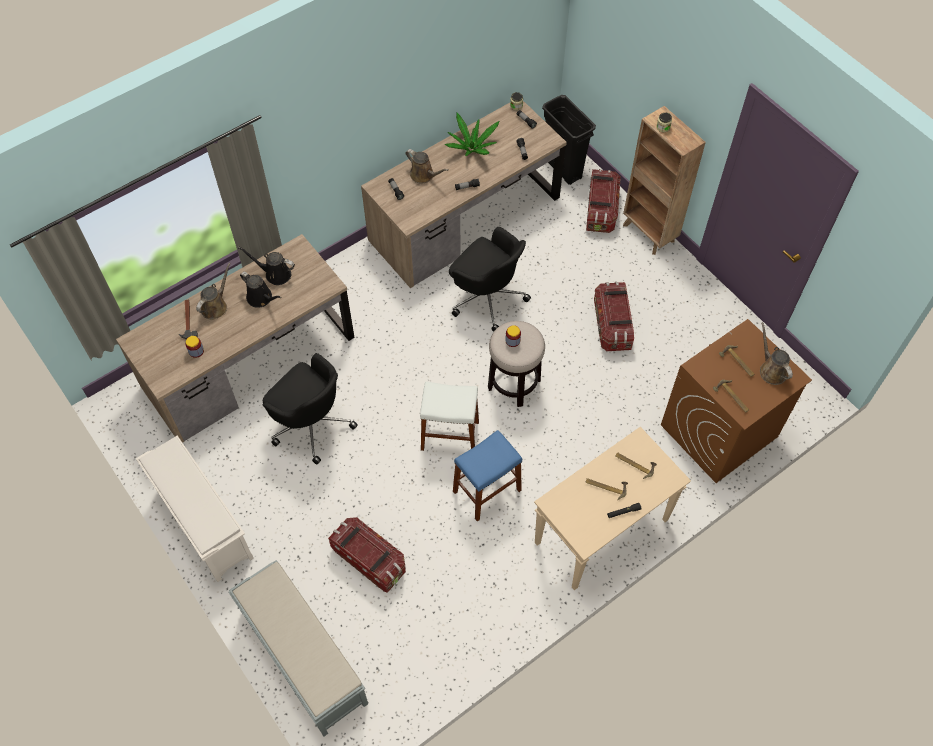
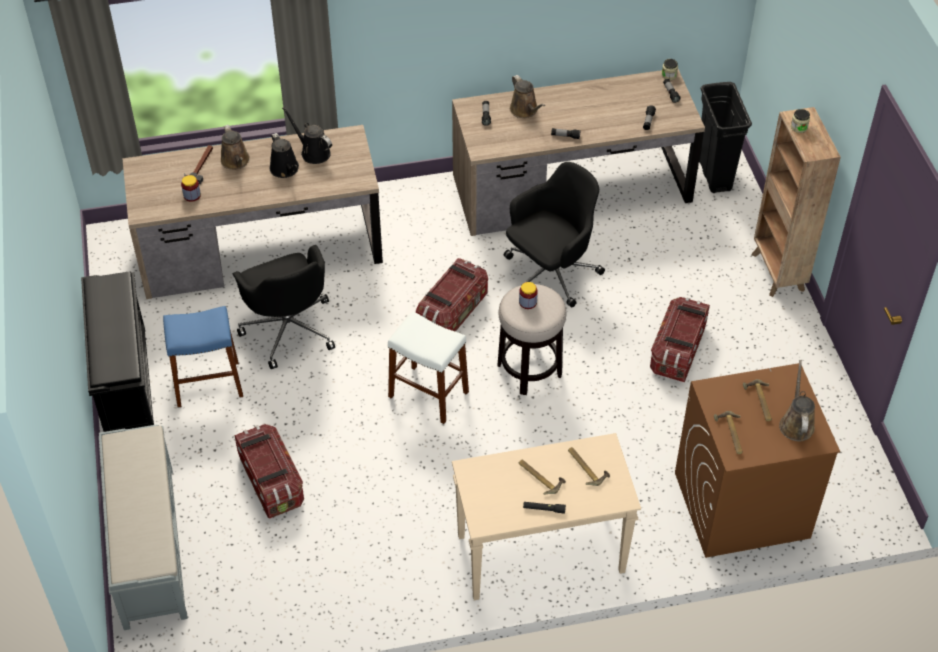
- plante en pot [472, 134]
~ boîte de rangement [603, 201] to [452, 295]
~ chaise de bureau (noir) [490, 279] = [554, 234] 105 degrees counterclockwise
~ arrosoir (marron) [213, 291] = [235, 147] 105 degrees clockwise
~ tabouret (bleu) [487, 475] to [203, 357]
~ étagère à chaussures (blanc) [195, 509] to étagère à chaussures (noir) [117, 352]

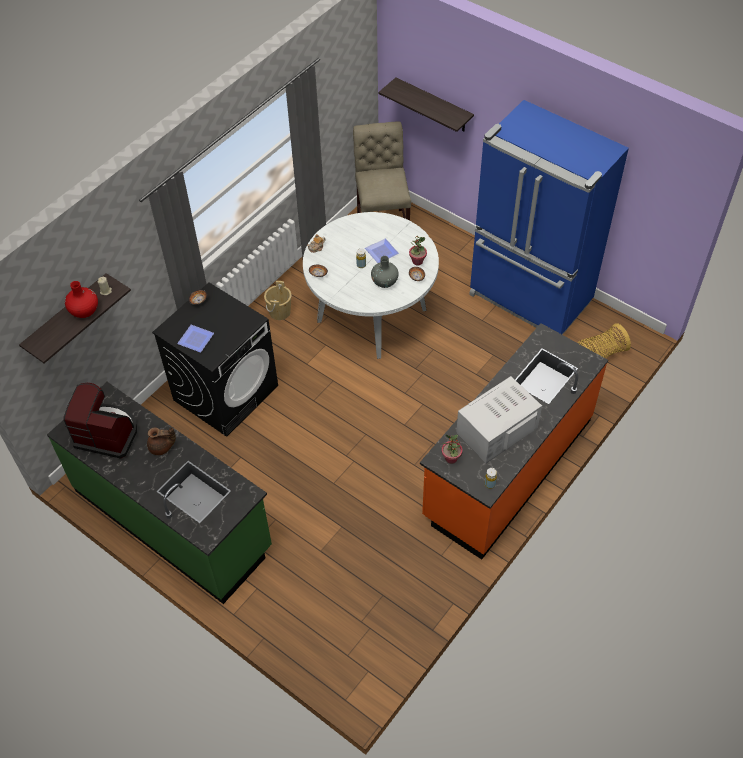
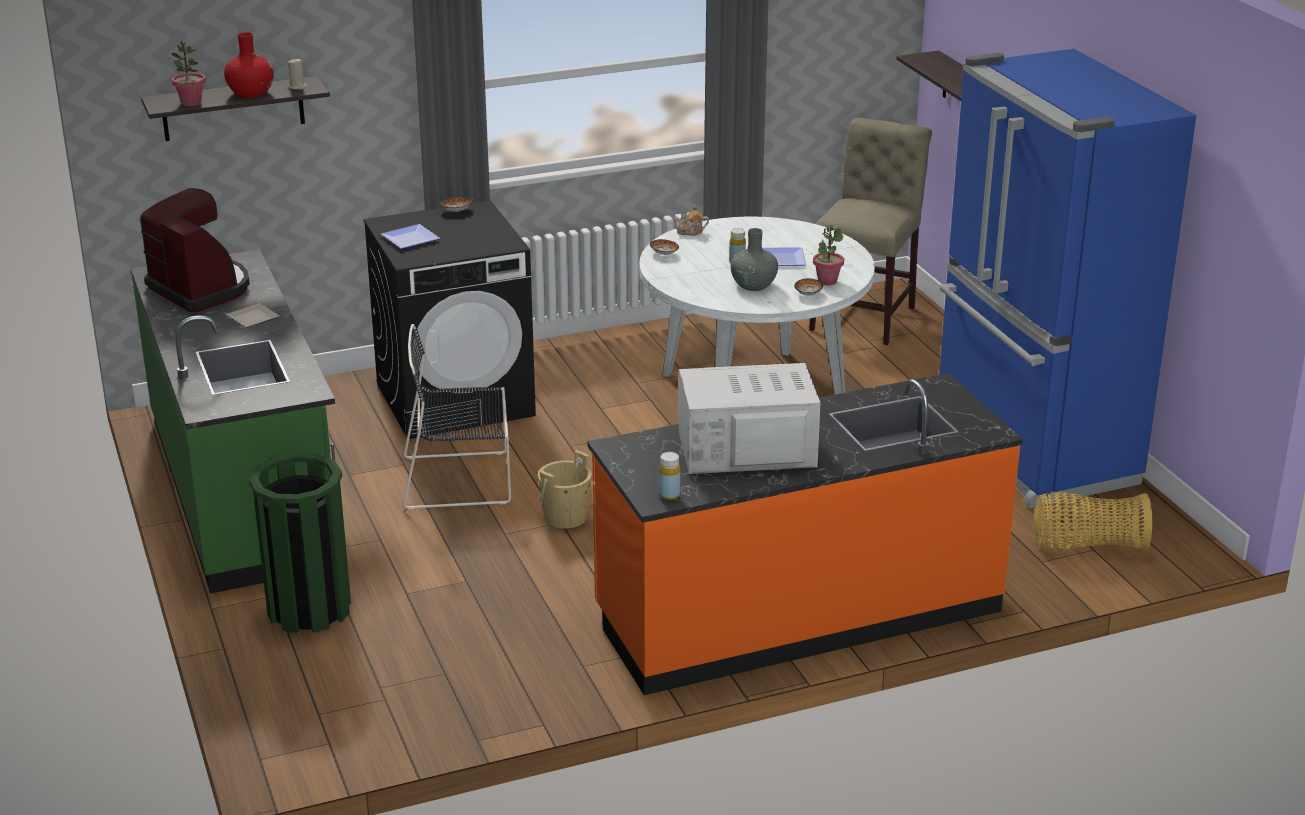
~ seau (beige) [277, 300] to [565, 489]
~ théière (marron) [161, 441] to assiette [253, 315]
~ plante en pot [452, 449] to [188, 73]
+ chaise (noir) [457, 417]
+ poubelle (vert) [300, 543]

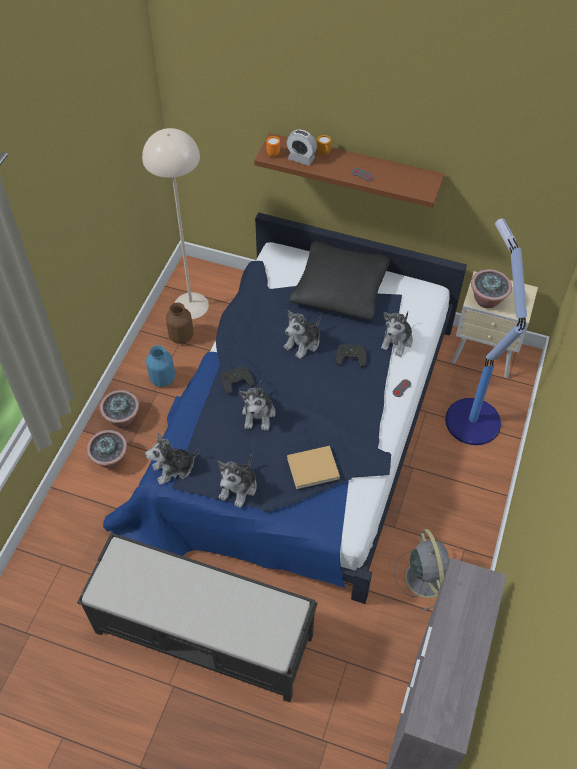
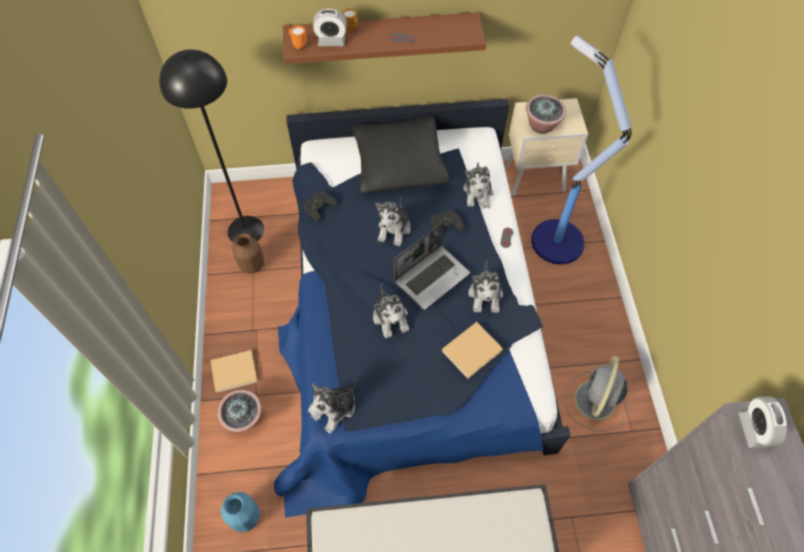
~ lampadaire (beige) [175, 223] to lampadaire (noir) [211, 146]
~ vase (bleu) [160, 366] to [240, 512]
~ manette (noir) [237, 380] to [320, 206]
~ plante en pot [119, 408] to livre (beige) [234, 371]
~ peluche [237, 481] to [485, 286]
~ ventilateur (gris) [422, 569] = [596, 394] 120 degrees counterclockwise
+ ordinateur portable [432, 266]
+ réveil [762, 422]

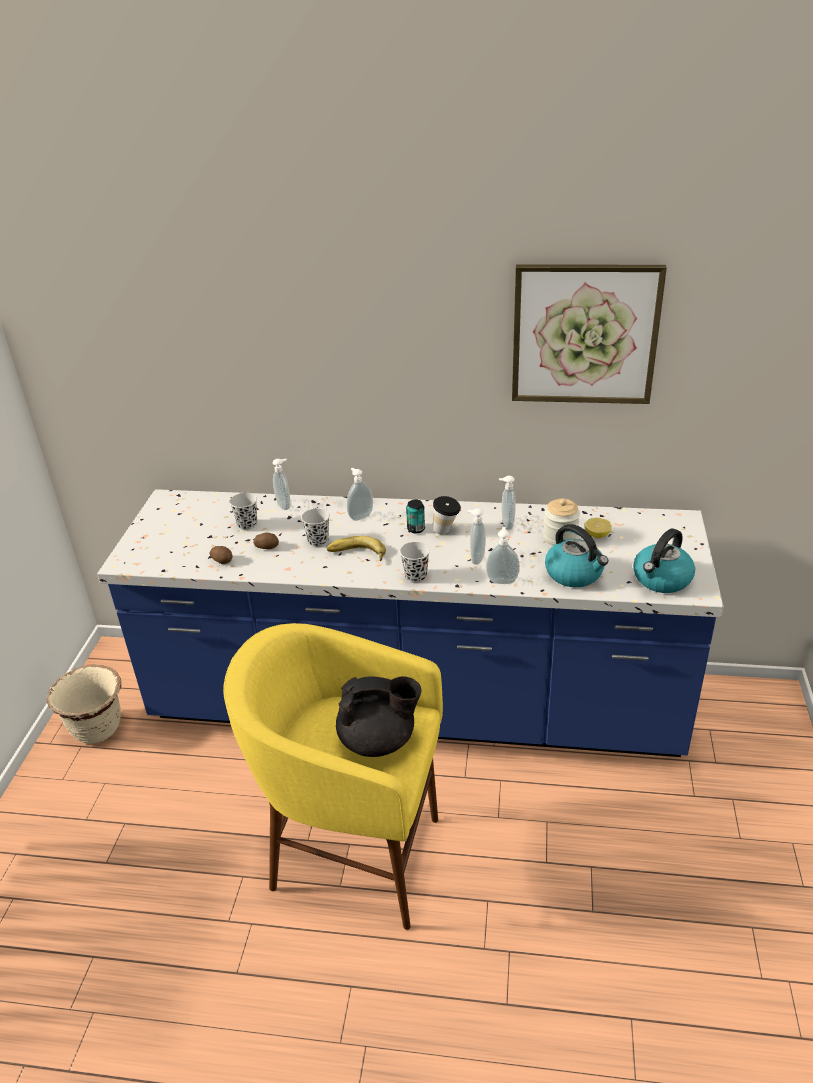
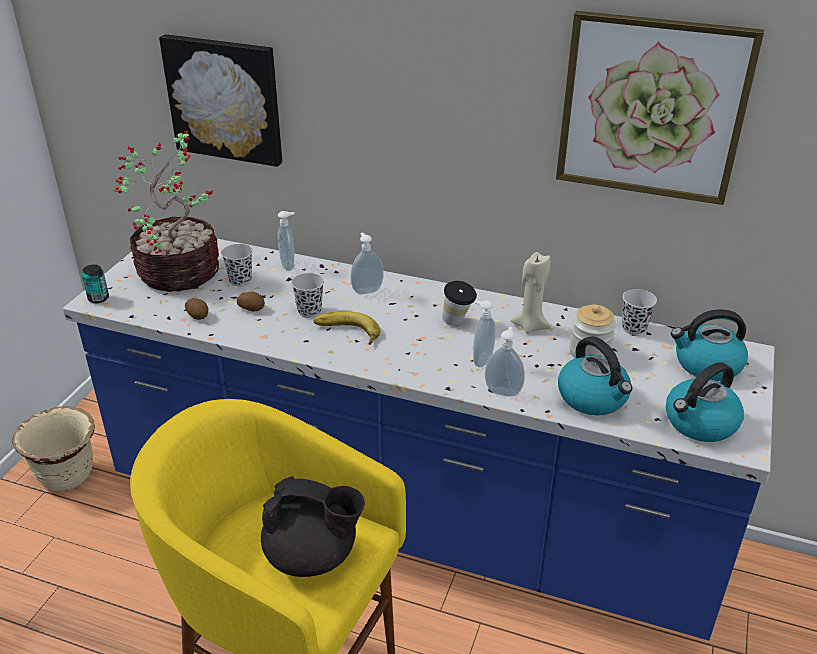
~ distributeur de savon [507, 503] to bougie (beige) [531, 293]
~ boîte métallique [415, 516] to [95, 284]
- citron [598, 528]
~ tasse (noir) [415, 562] to [639, 312]
+ tableau [220, 100]
+ plante en pot [166, 211]
+ bouilloire [709, 345]

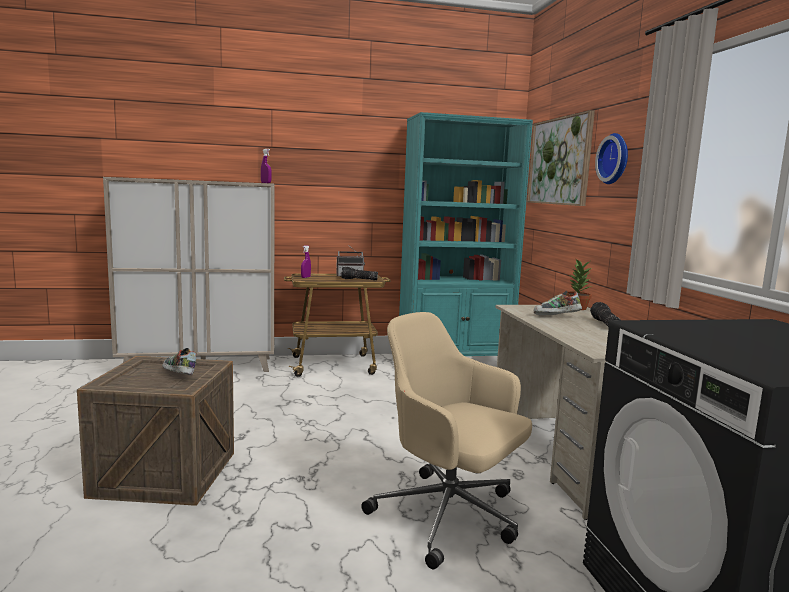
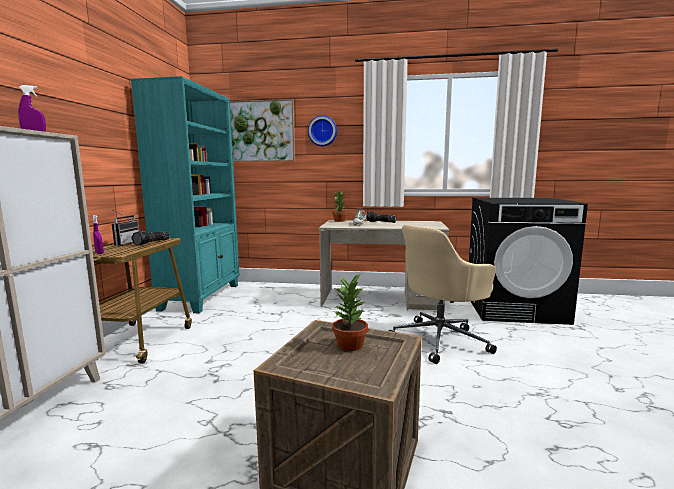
~ chaussure [179, 362] to plante en pot [350, 312]

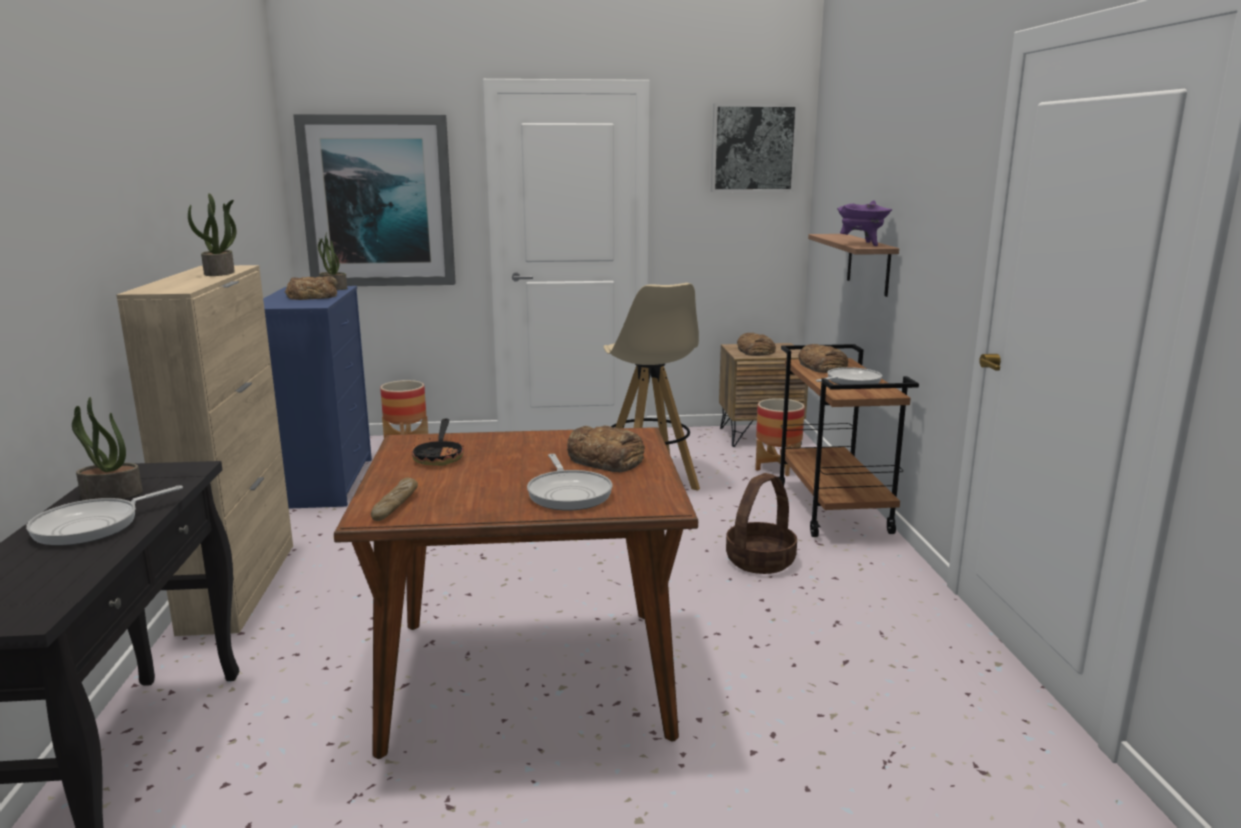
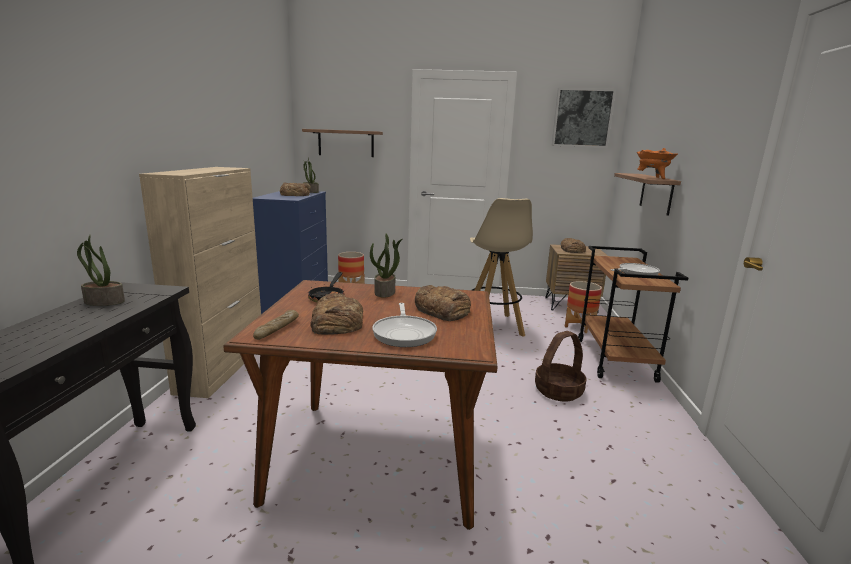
~ tableau [374, 200] to étagère [342, 143]
~ plante en pot [212, 234] to [386, 266]
~ marmite (violet) [864, 223] to marmite (orange) [657, 163]
~ pain [823, 358] to [337, 314]
- poêle [104, 515]

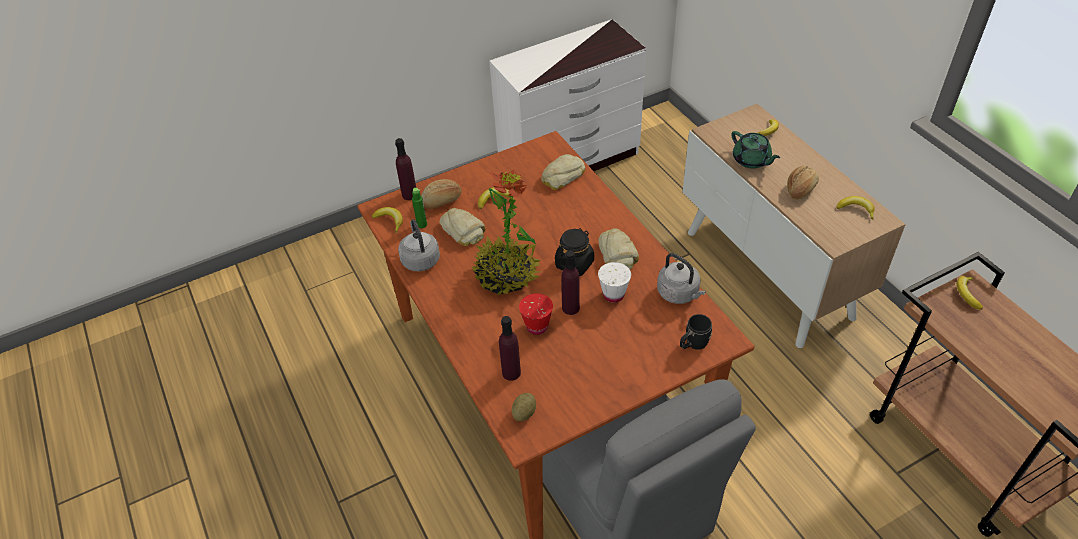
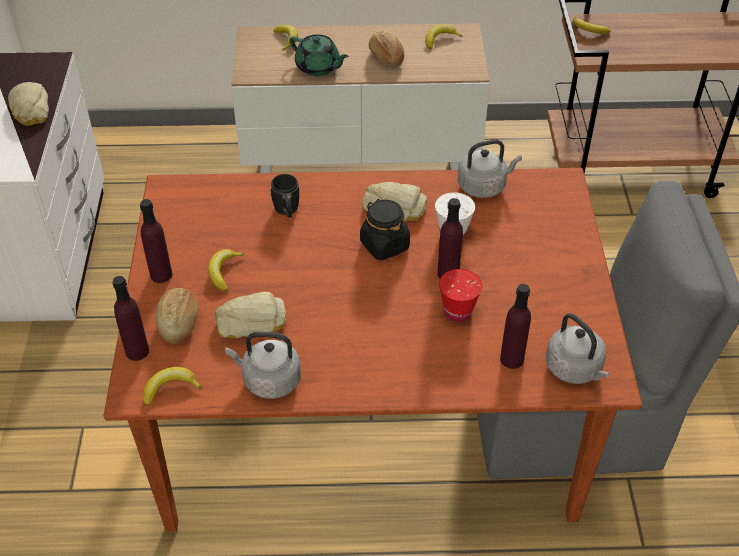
~ théière (vert) [755, 150] = [319, 55] 45 degrees clockwise
~ pain [563, 172] to [28, 104]
- plante en pot [506, 232]
- bouteille (vert) [419, 208]
~ mug (noir) [696, 332] to [284, 195]
~ pomme de terre [524, 407] to bouilloire (gris) [577, 348]
+ bouteille (violet) [156, 241]

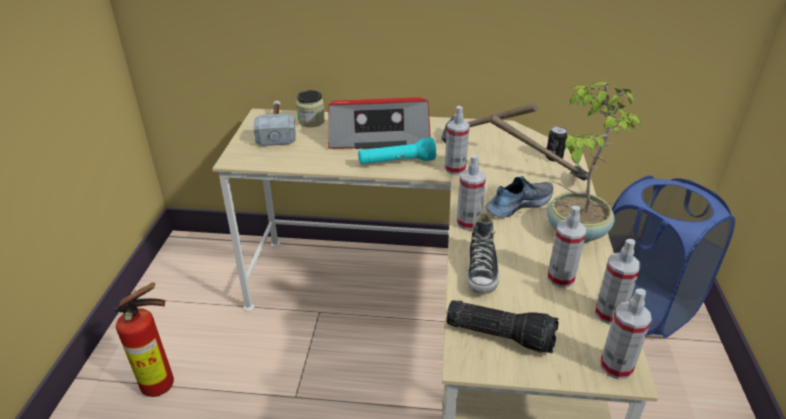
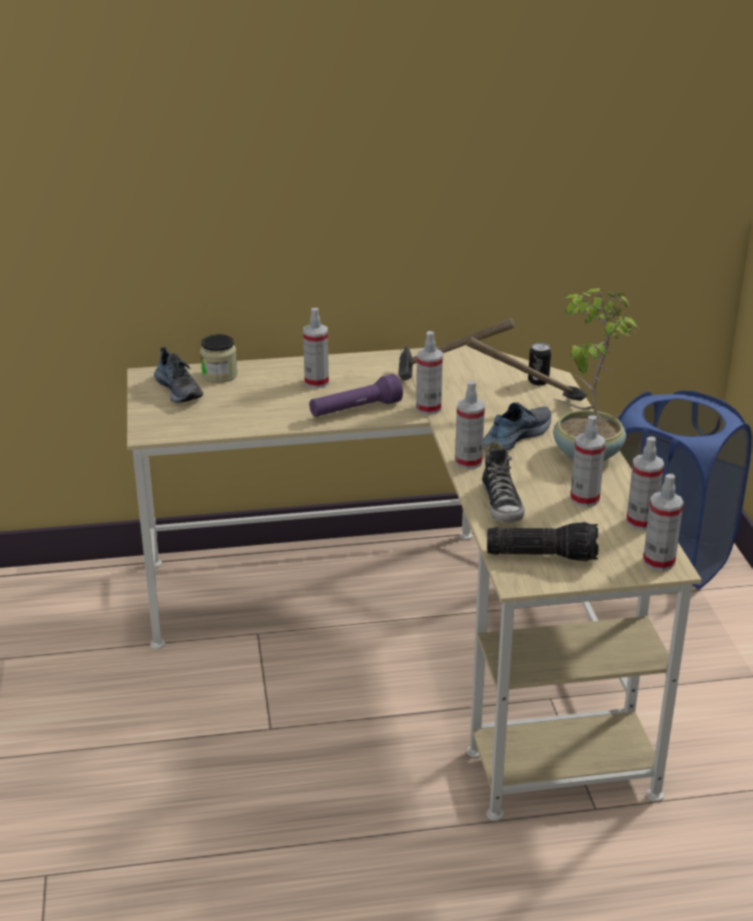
~ radio [379, 123] to vaporisateur [316, 348]
~ marteau [274, 123] to chaussure [178, 374]
~ lampe de poche (turquoise) [397, 150] to lampe de poche (violet) [356, 395]
- extincteur [144, 339]

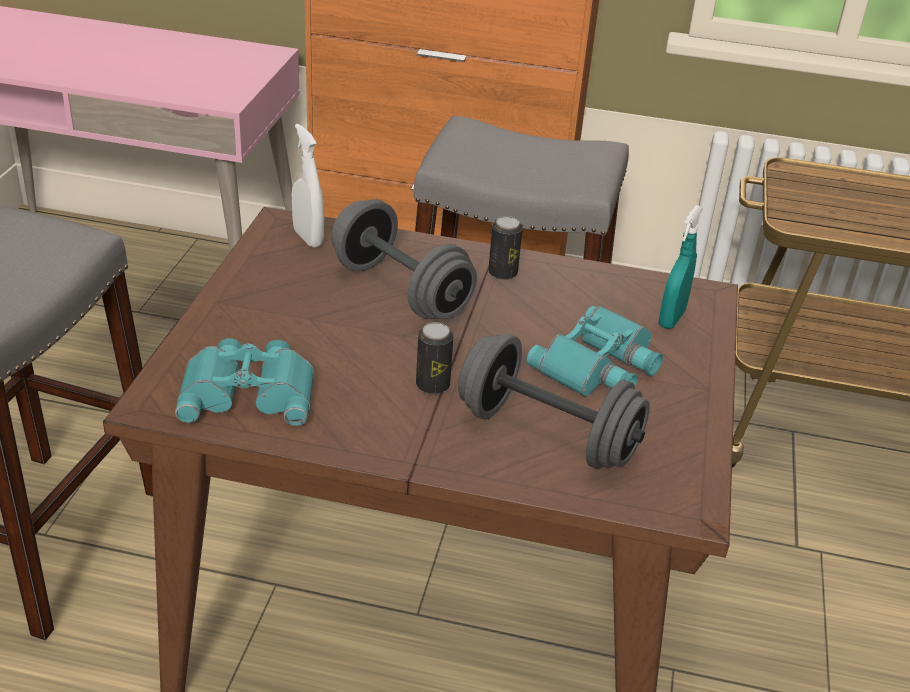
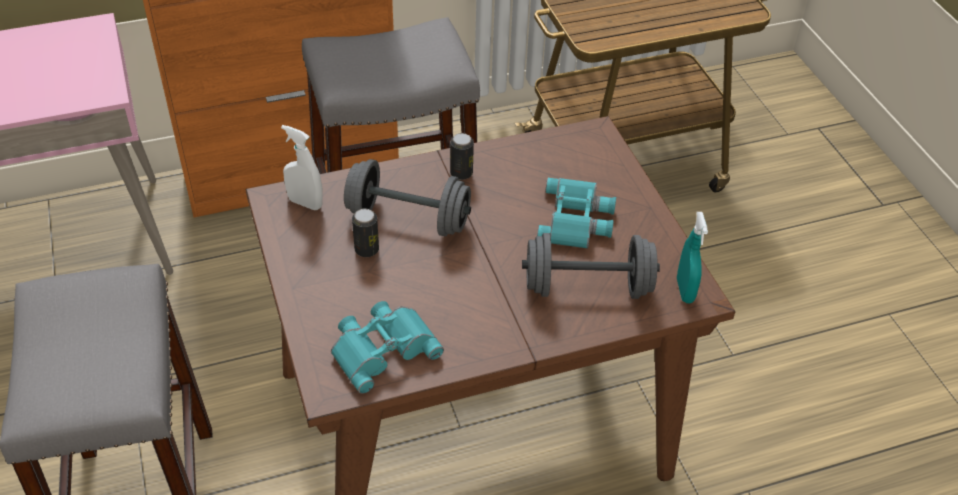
~ vaporisateur (turquoise) [681, 267] to [692, 258]
~ boîte métallique [434, 358] to [365, 233]

